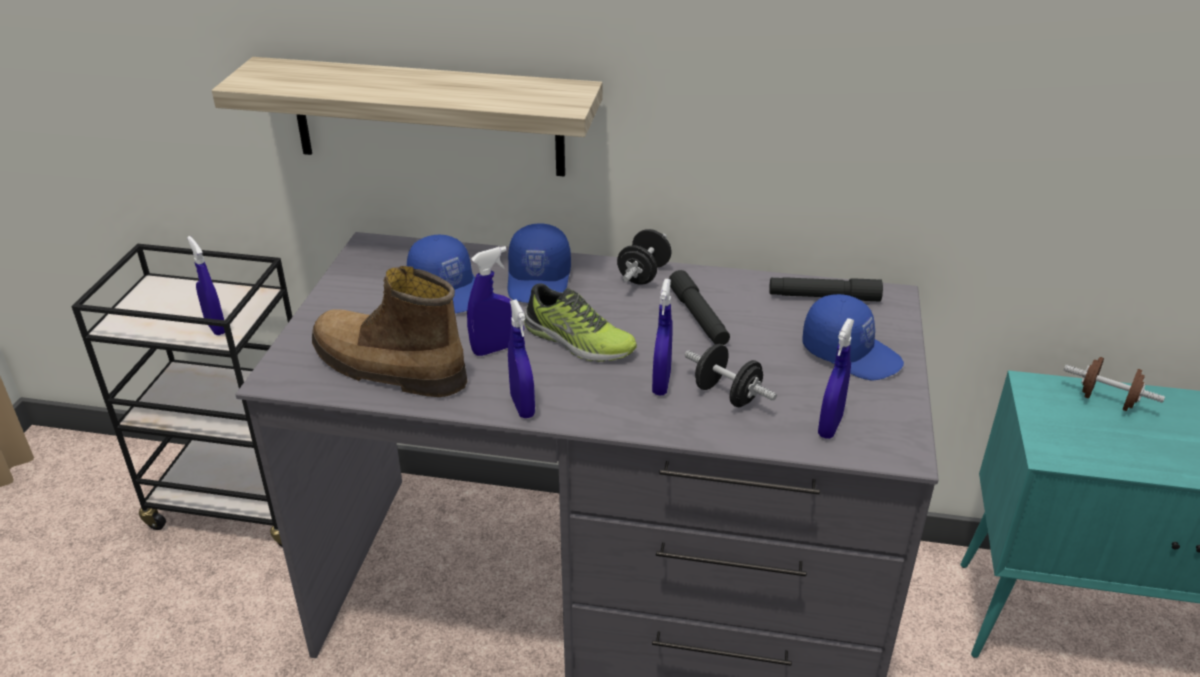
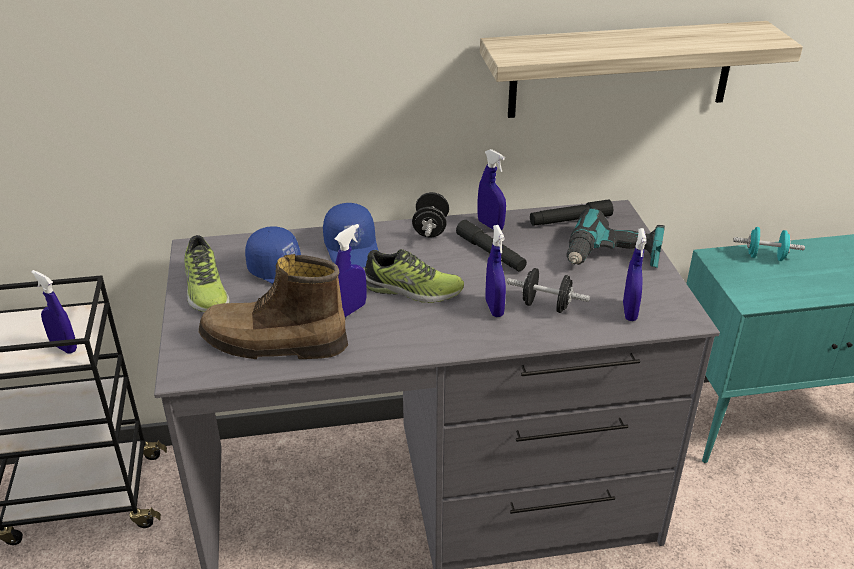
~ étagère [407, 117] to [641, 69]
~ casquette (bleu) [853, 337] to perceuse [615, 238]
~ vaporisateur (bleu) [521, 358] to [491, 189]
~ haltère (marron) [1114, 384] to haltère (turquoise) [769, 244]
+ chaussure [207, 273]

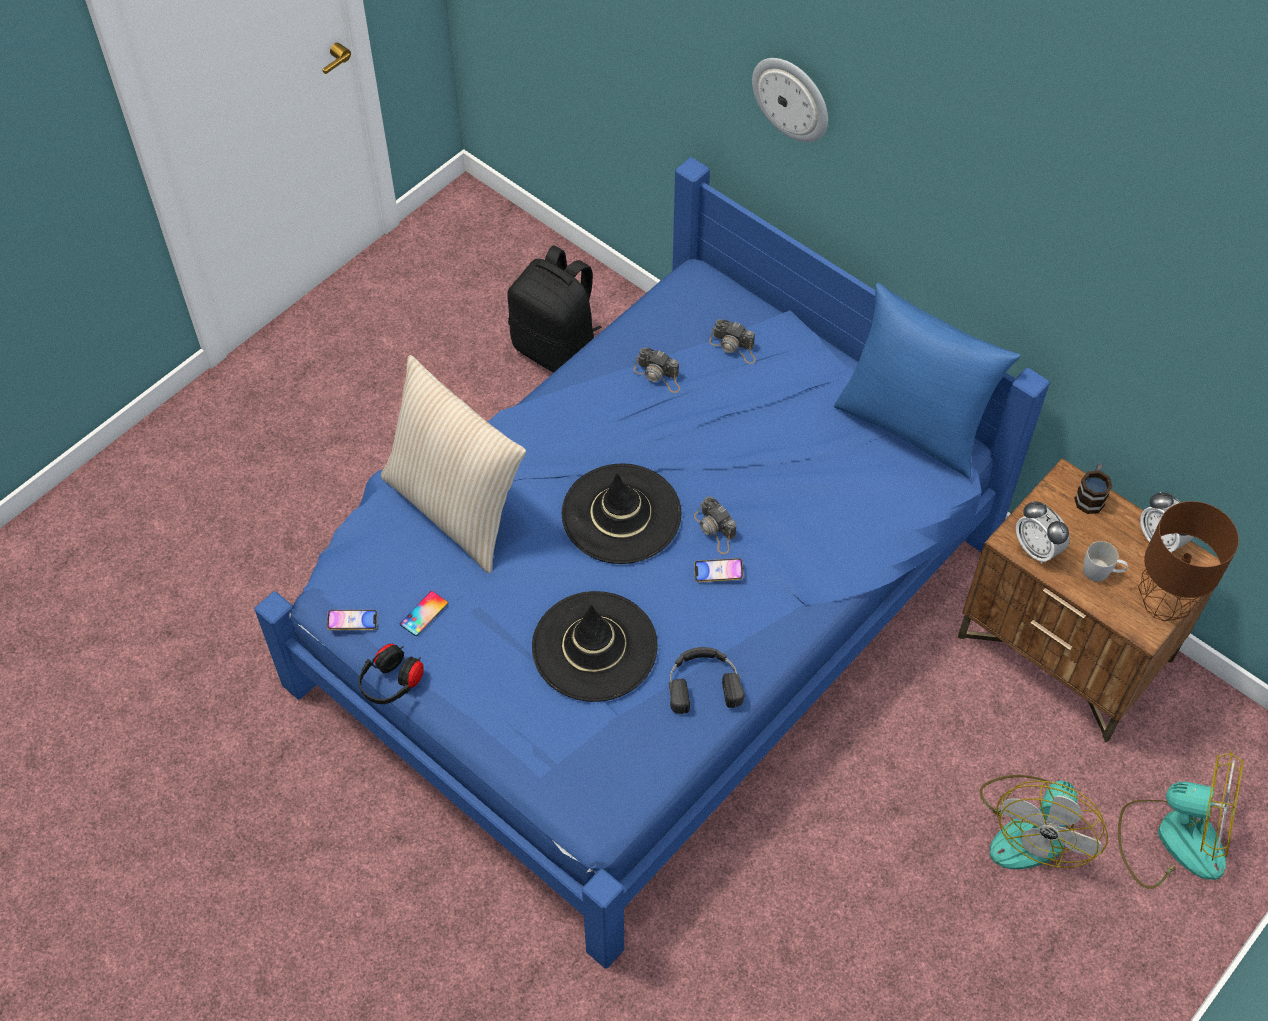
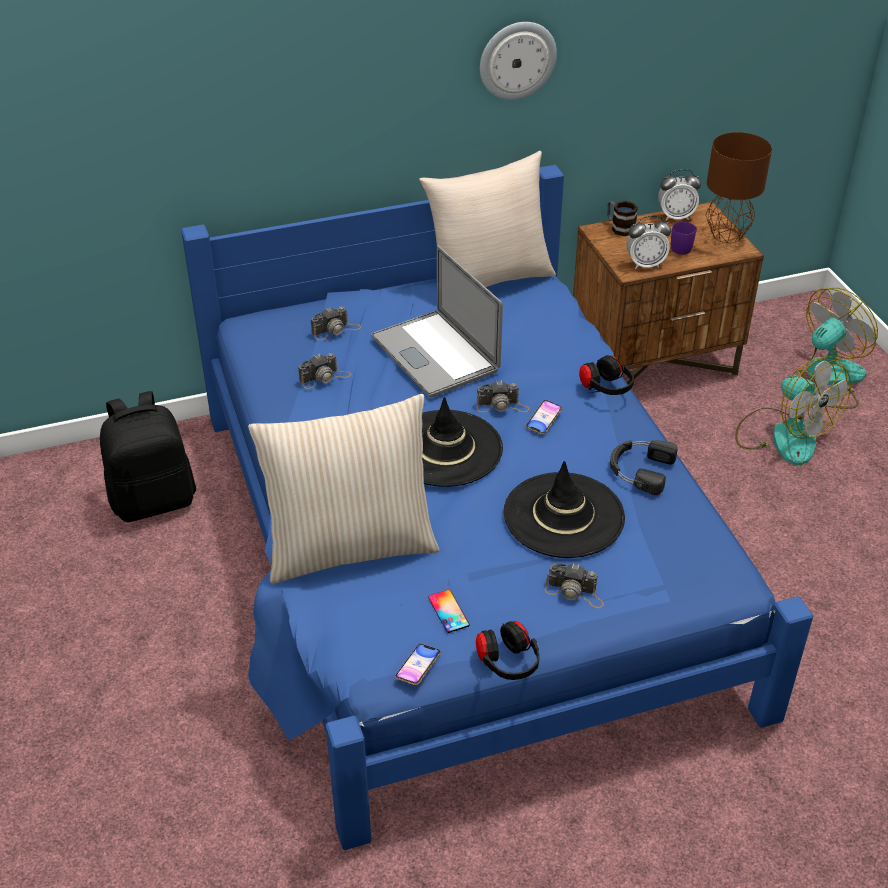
~ horloge murale [790, 100] to [518, 61]
~ coussin (bleu) [927, 381] to coussin (beige) [487, 219]
~ mug (blanc) [1105, 561] to mug (violet) [684, 238]
+ ordinateur portable [437, 321]
+ casque audio (noir) [606, 375]
+ appareil photo [574, 585]

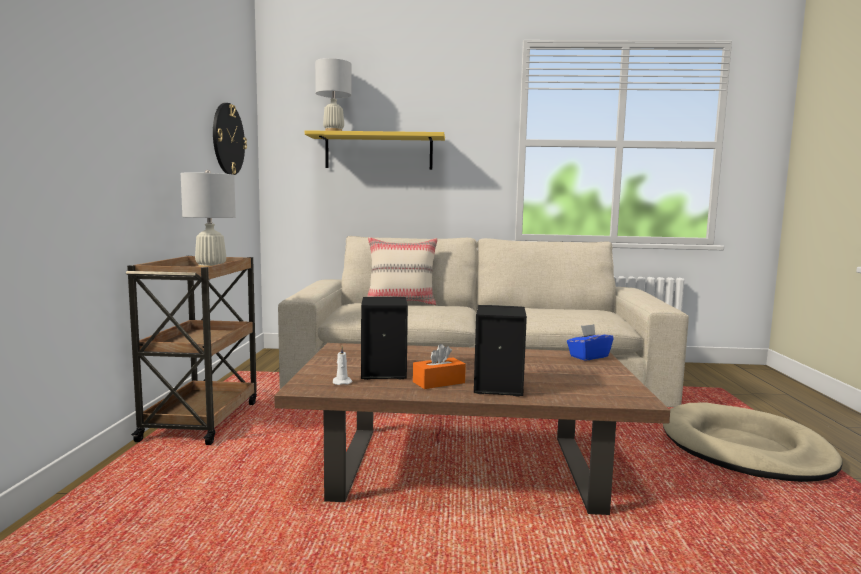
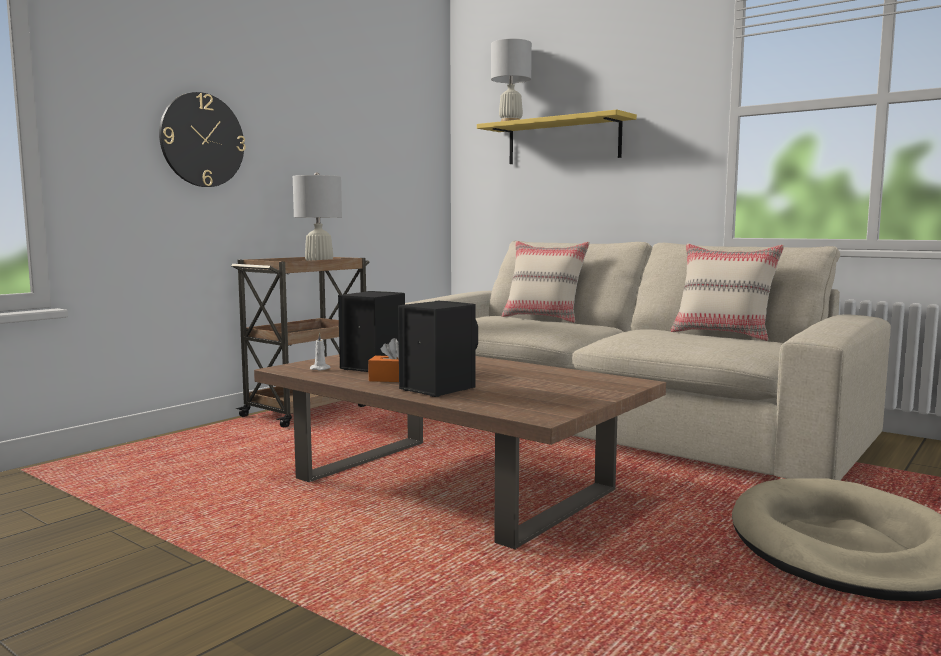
~ horloge murale [230, 139] to [202, 139]
- boîte à mouchoirs (bleu) [590, 342]
+ coussin (beige) [727, 292]

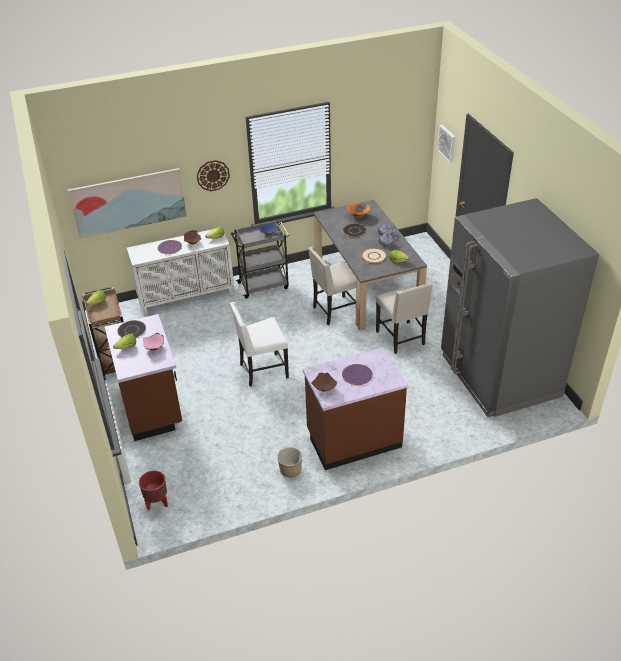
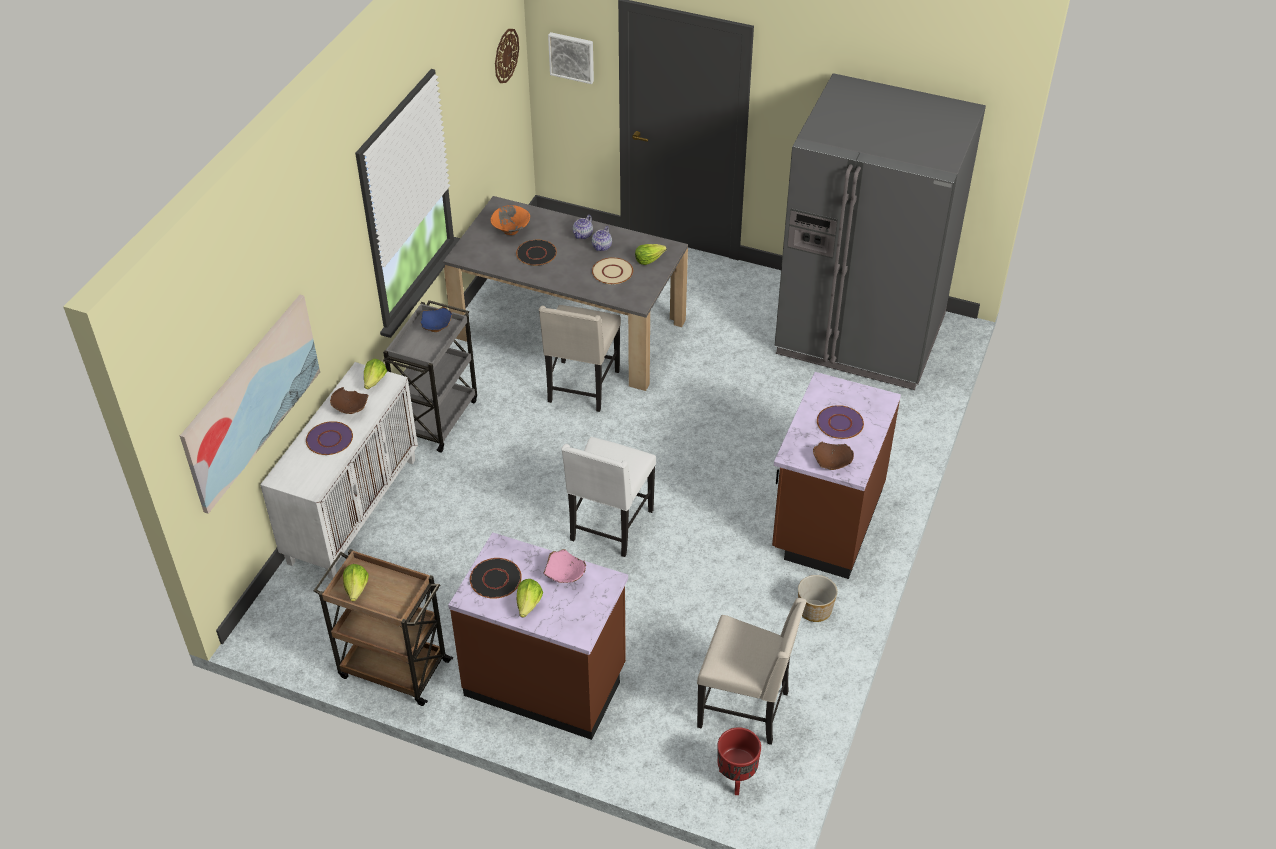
~ horloge murale [213, 175] to [507, 56]
~ chaise (beige) [404, 318] to [752, 671]

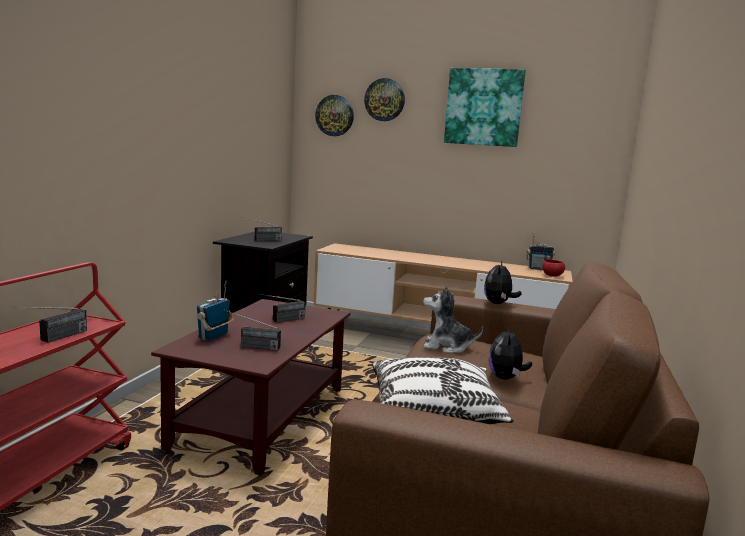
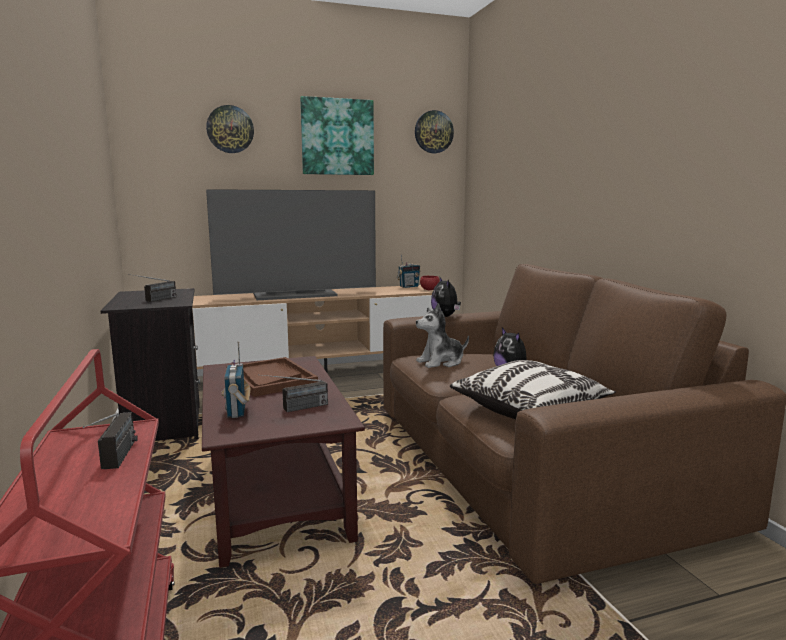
~ horloge murale [334, 115] to [434, 131]
~ radio [282, 308] to plateau (marron) [280, 377]
+ téléviseur [291, 244]

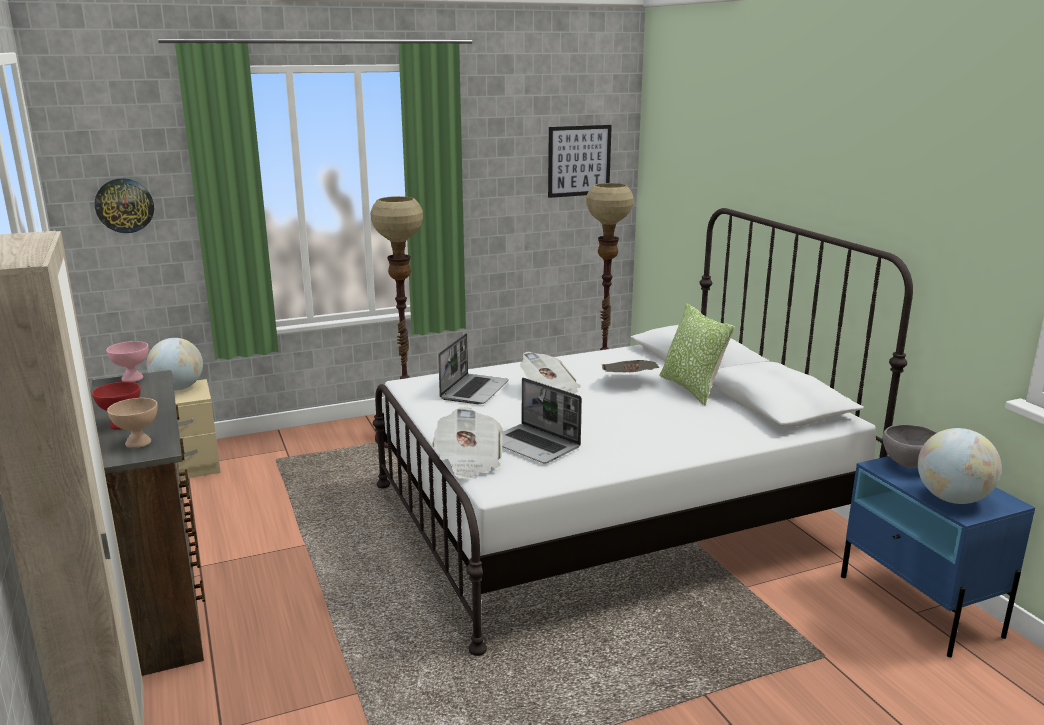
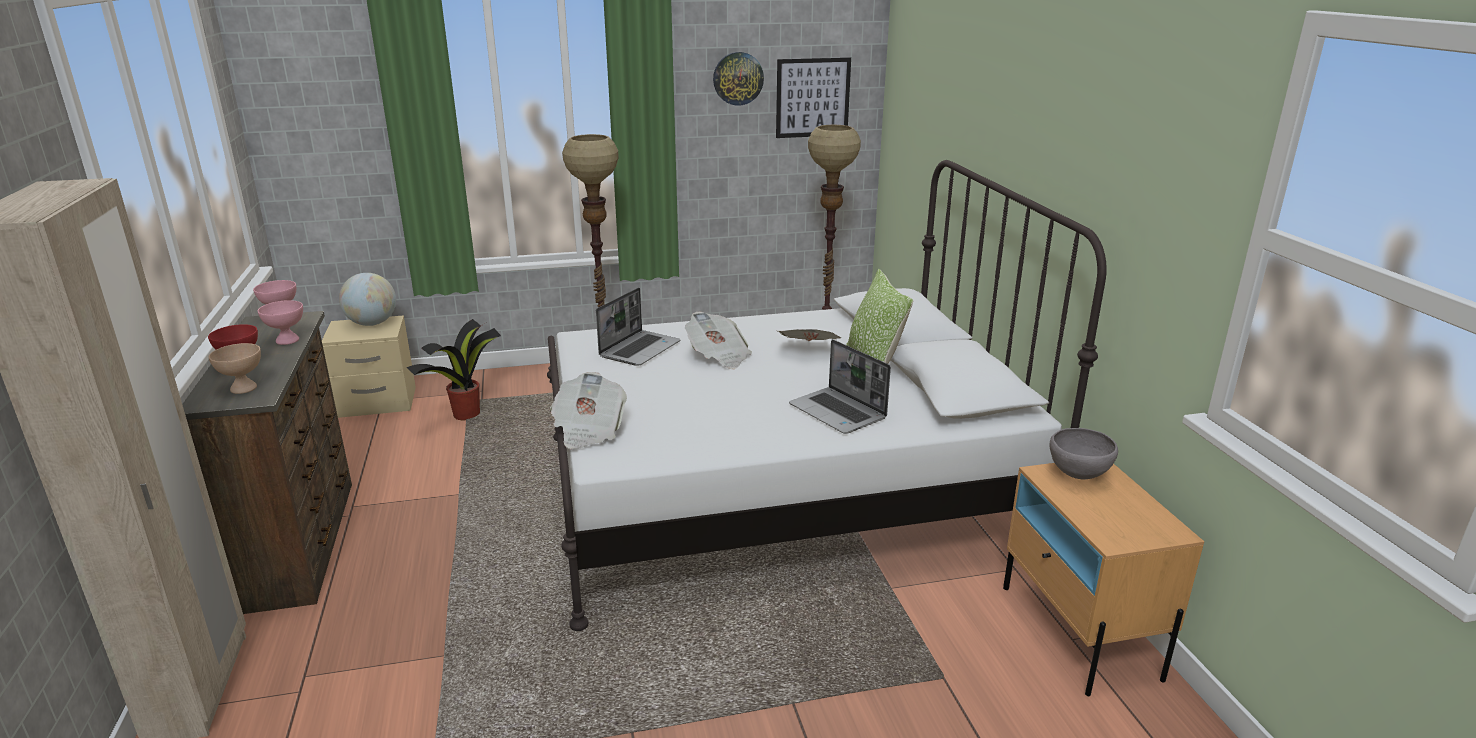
~ horloge murale [124, 205] to [738, 79]
~ ordinateur portable [542, 421] to [840, 386]
- globe [960, 466]
~ table de chevet (bleu) [938, 556] to table de chevet (beige) [1103, 579]
+ bol (rose) [280, 322]
+ plante en pot [454, 369]

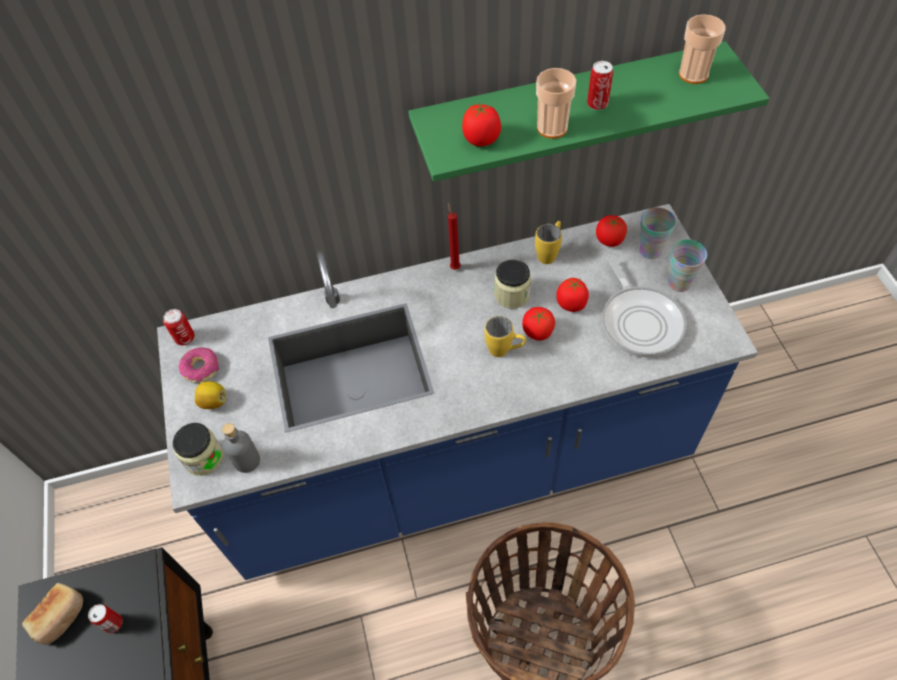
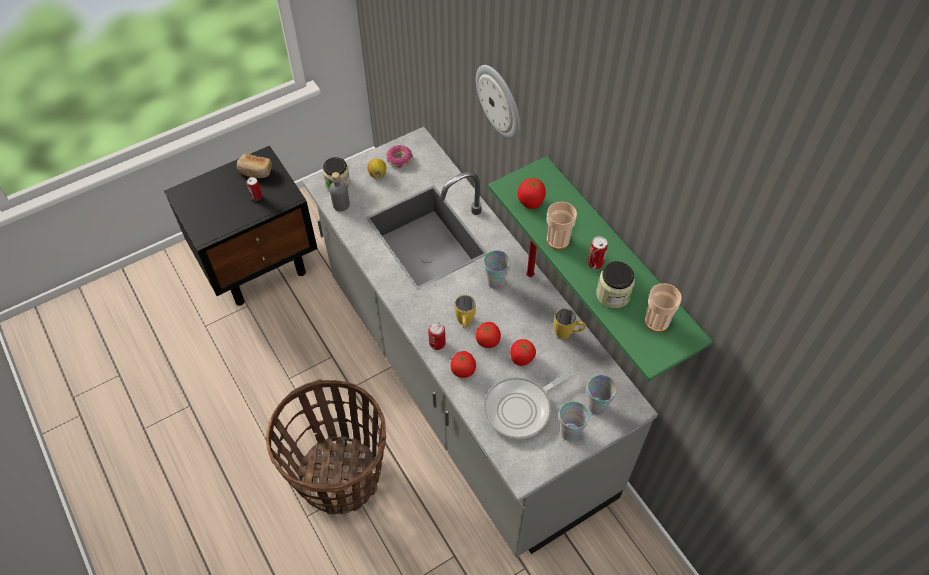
~ comptoir de cuisine (bleu) [457, 392] to comptoir de cuisine (gris) [480, 342]
~ tomate [611, 231] to [463, 364]
~ bocal [513, 284] to [615, 284]
~ boîte métallique [178, 327] to [437, 336]
+ horloge murale [498, 102]
+ tasse [497, 269]

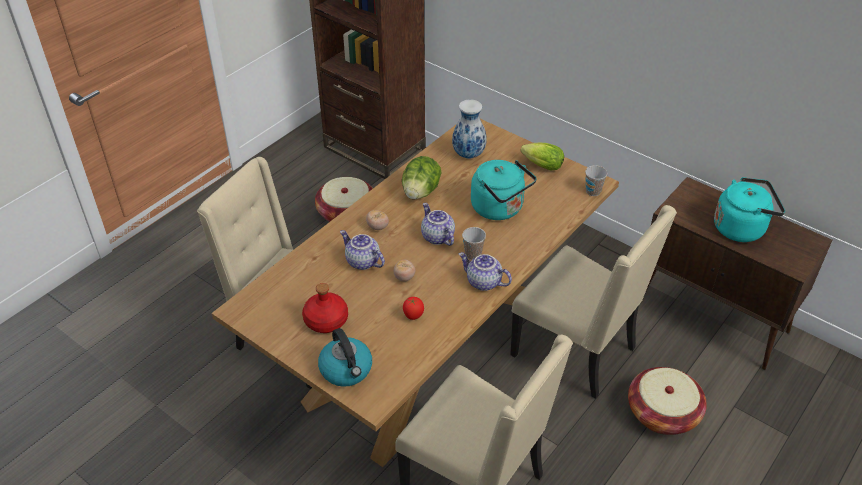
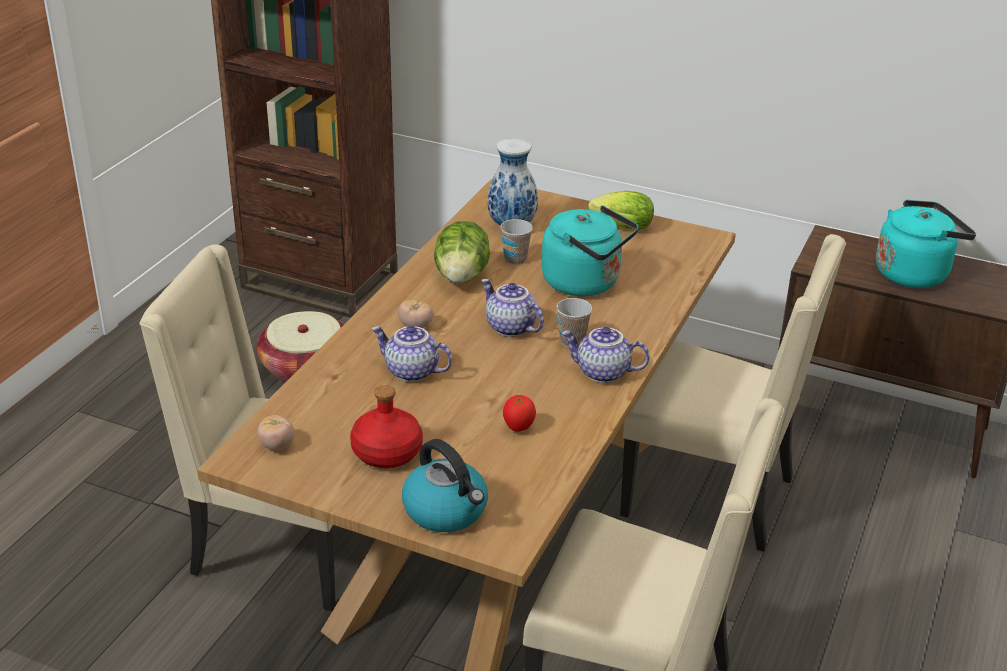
~ tasse [596, 180] to [516, 242]
~ tomate [404, 271] to [275, 432]
- panier [667, 401]

